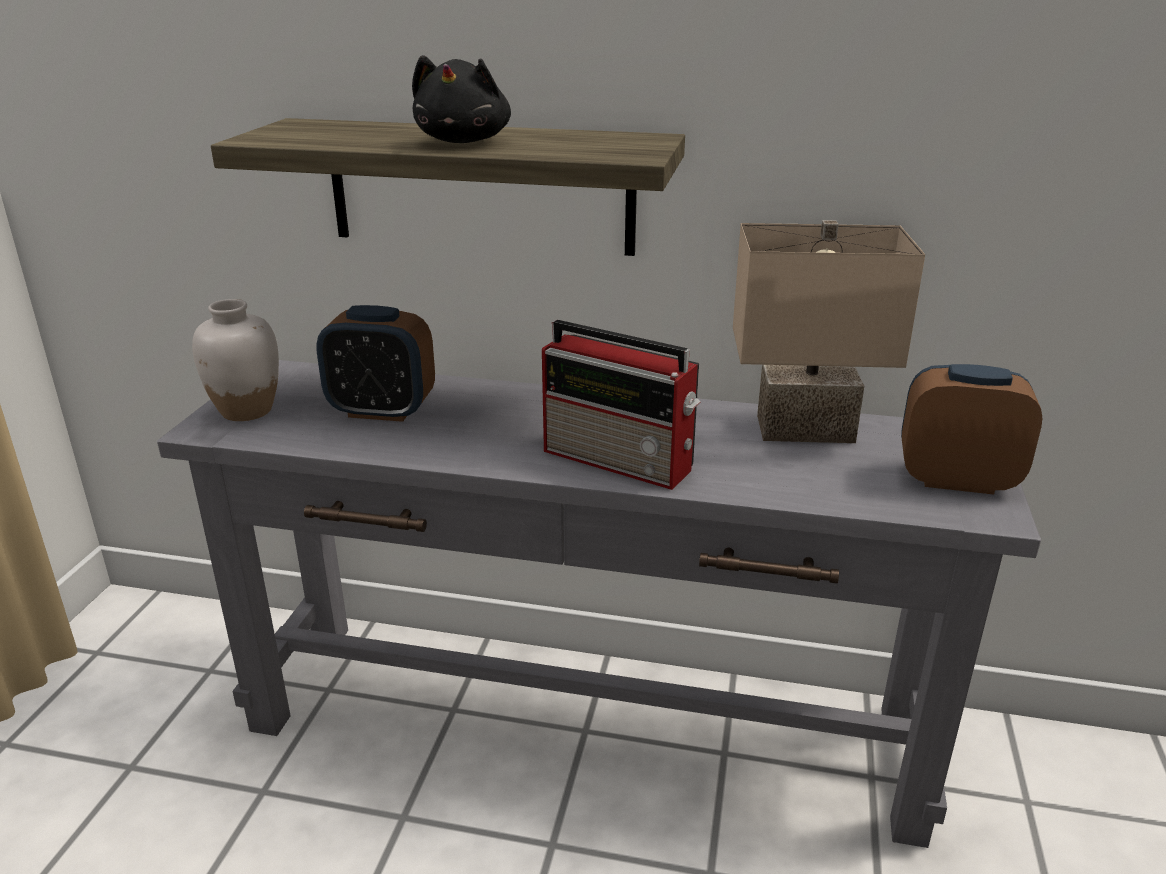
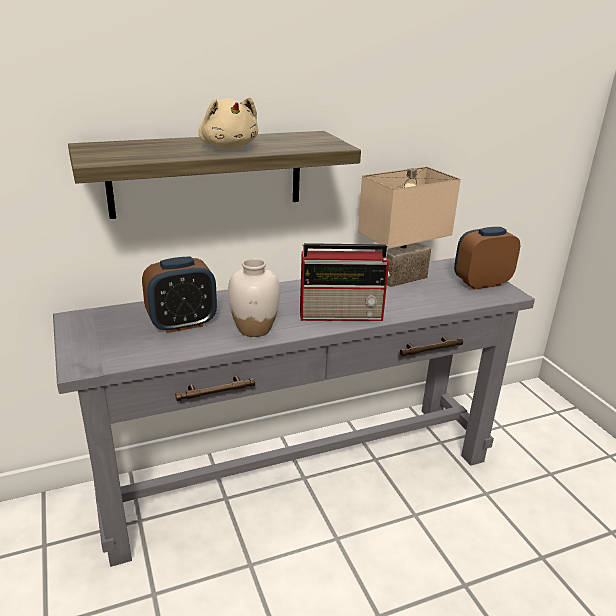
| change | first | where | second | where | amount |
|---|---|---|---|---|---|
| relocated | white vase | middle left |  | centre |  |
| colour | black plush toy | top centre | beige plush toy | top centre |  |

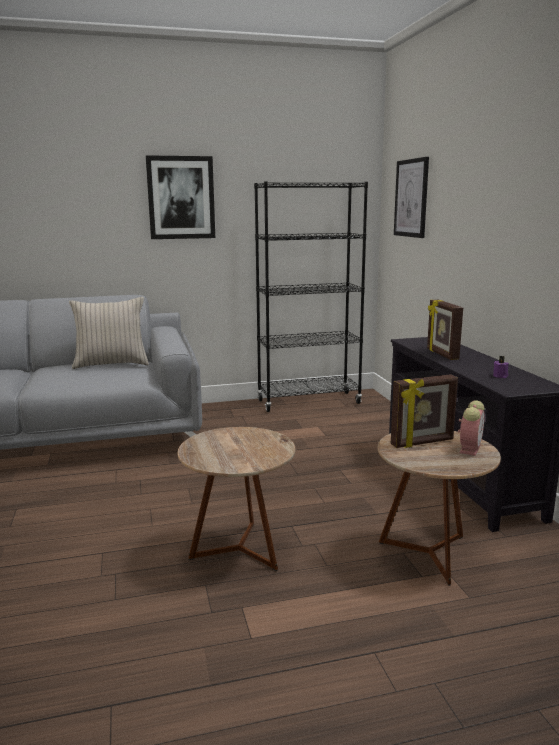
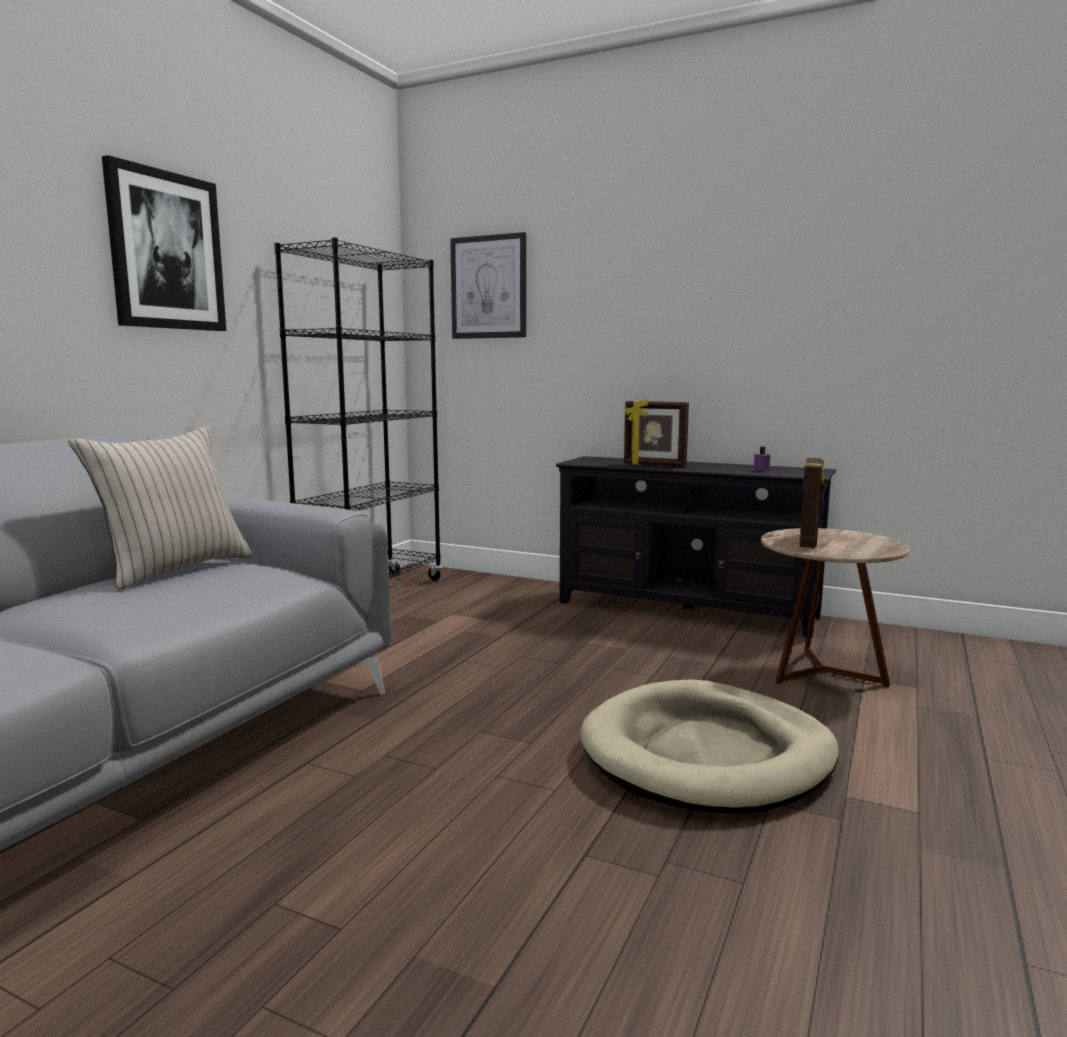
| change | first | where | second | where | amount |
|---|---|---|---|---|---|
| exchanged | brown side table (no. 1 from left) | bottom centre | beige dog bed | bottom centre |  |
| missing | alarm clock | middle right |  |  |  |

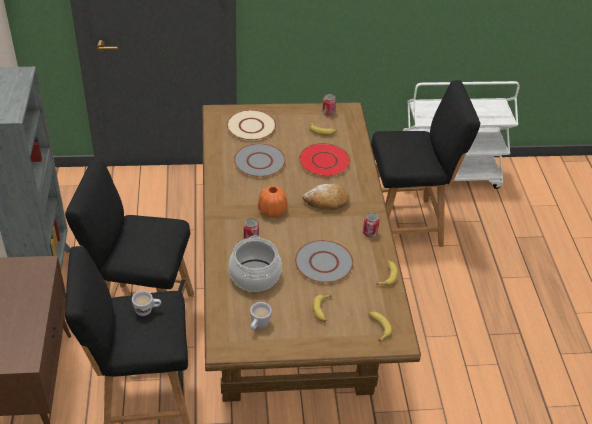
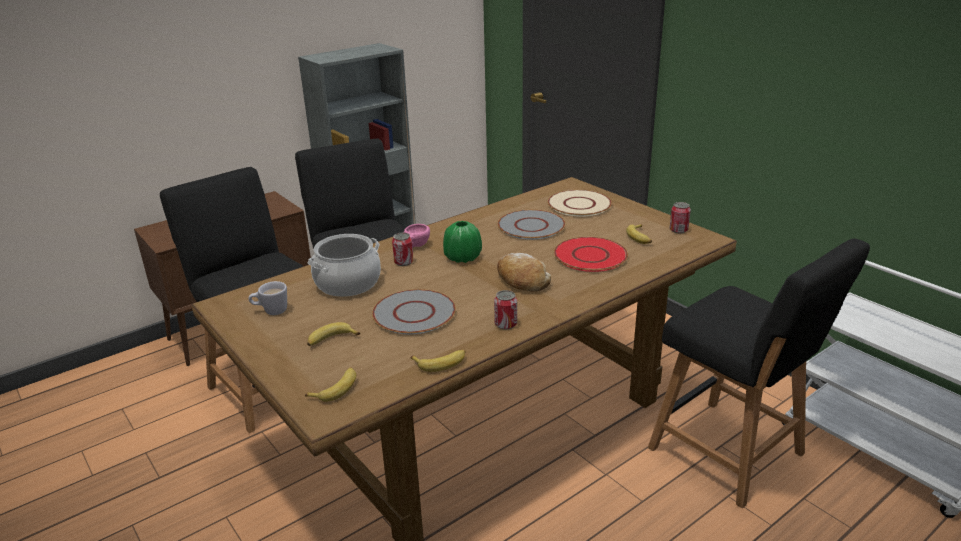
| change | first | where | second | where | amount |
|---|---|---|---|---|---|
| missing | white mug (no. 1 from left) | bottom left |  |  |  |
| colour | orange vase | centre | green vase | centre |  |
| appeared |  |  | pink cup | centre |  |

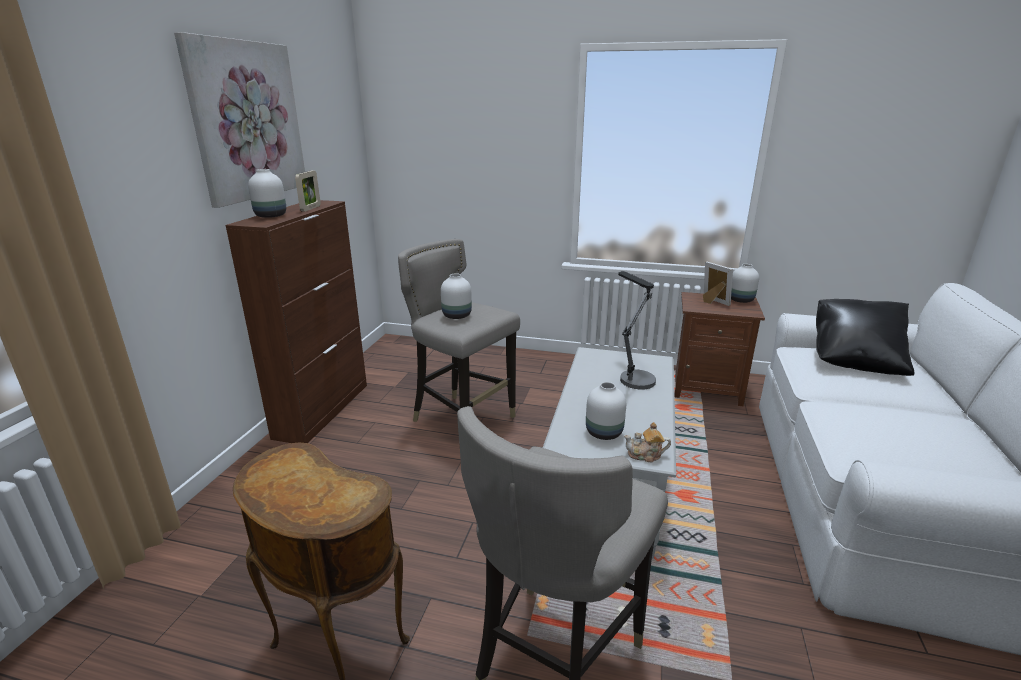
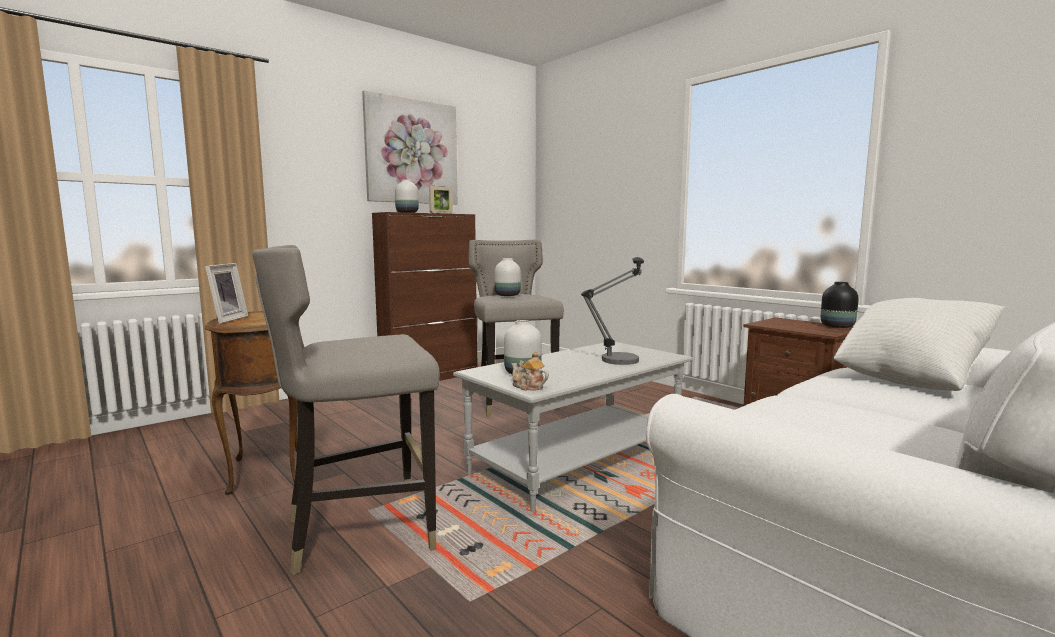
| change | first | where | second | where | amount |
|---|---|---|---|---|---|
| relocated | picture frame (no. 2 from left in the first image) | middle right | picture frame (no. 1 from left) | middle left |  |
| colour | white vase (no. 4 from left) | middle right | black vase | middle right |  |
| colour | black pillow | middle right | white pillow | middle right |  |

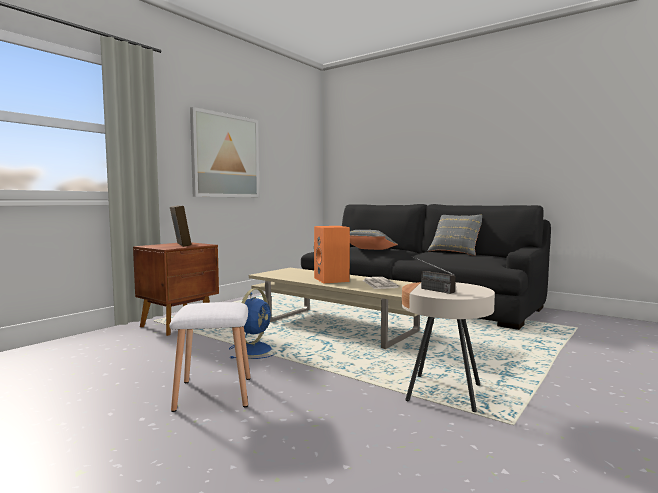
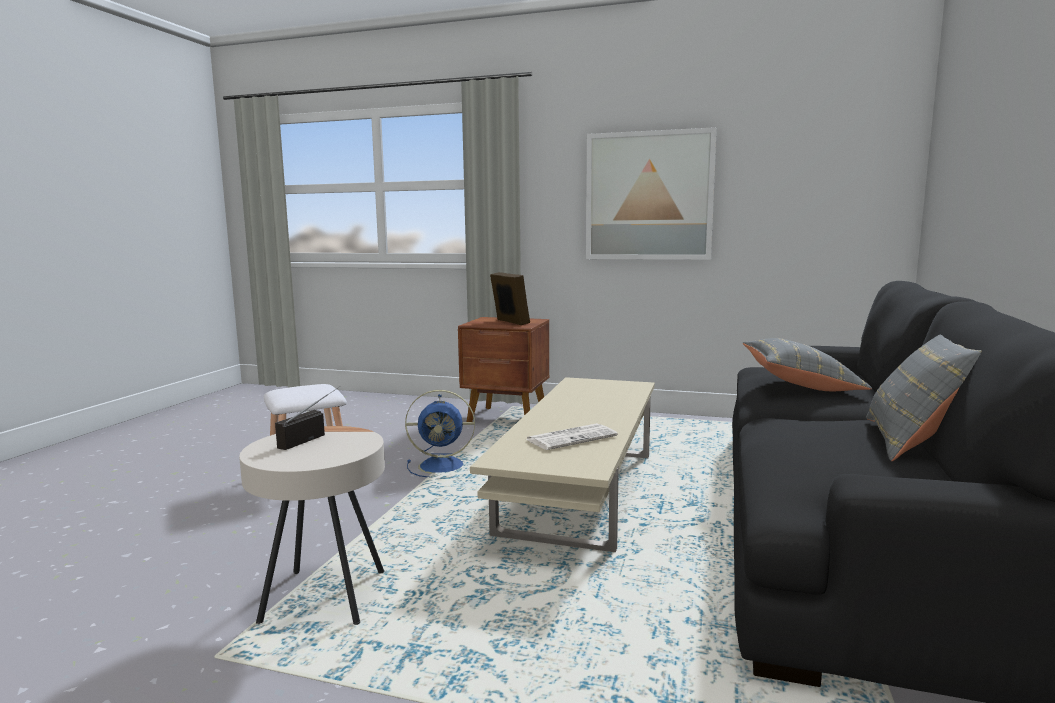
| change | first | where | second | where | amount |
|---|---|---|---|---|---|
| spun | picture frame | middle left |  | centre | 75 degrees counterclockwise |
| missing | orange speaker | centre |  |  |  |

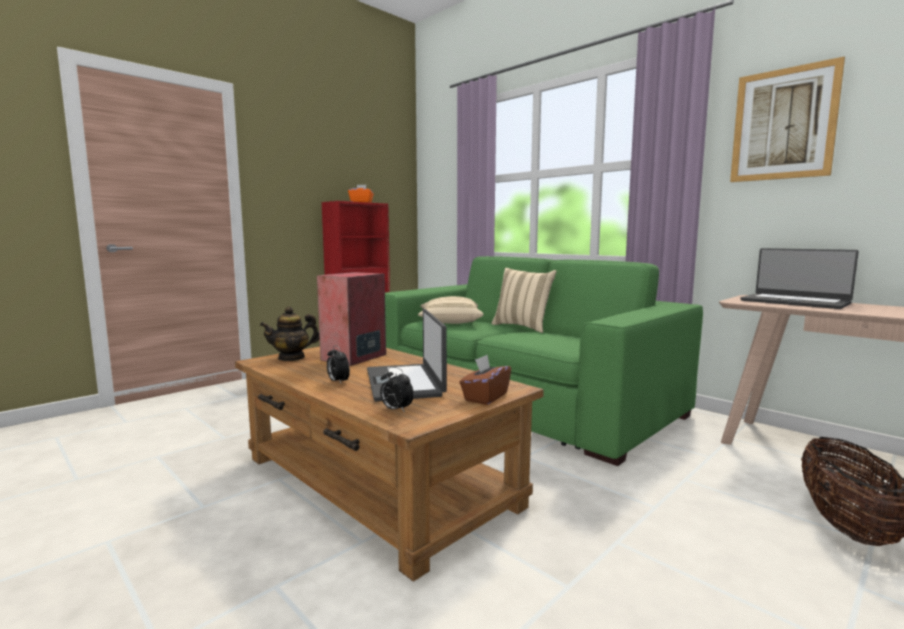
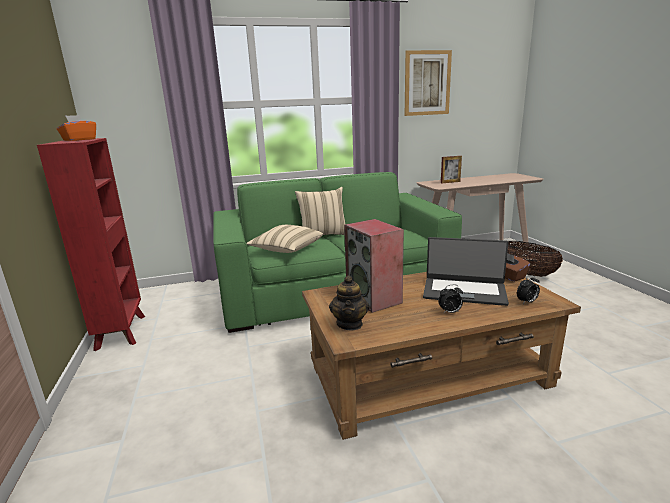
| change | first | where | second | where | amount |
|---|---|---|---|---|---|
| exchanged | laptop (no. 2 from left) | middle right | picture frame | middle right |  |

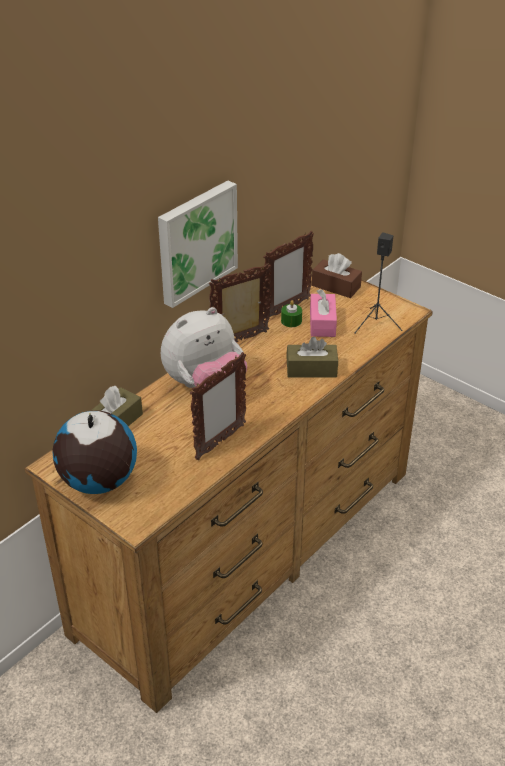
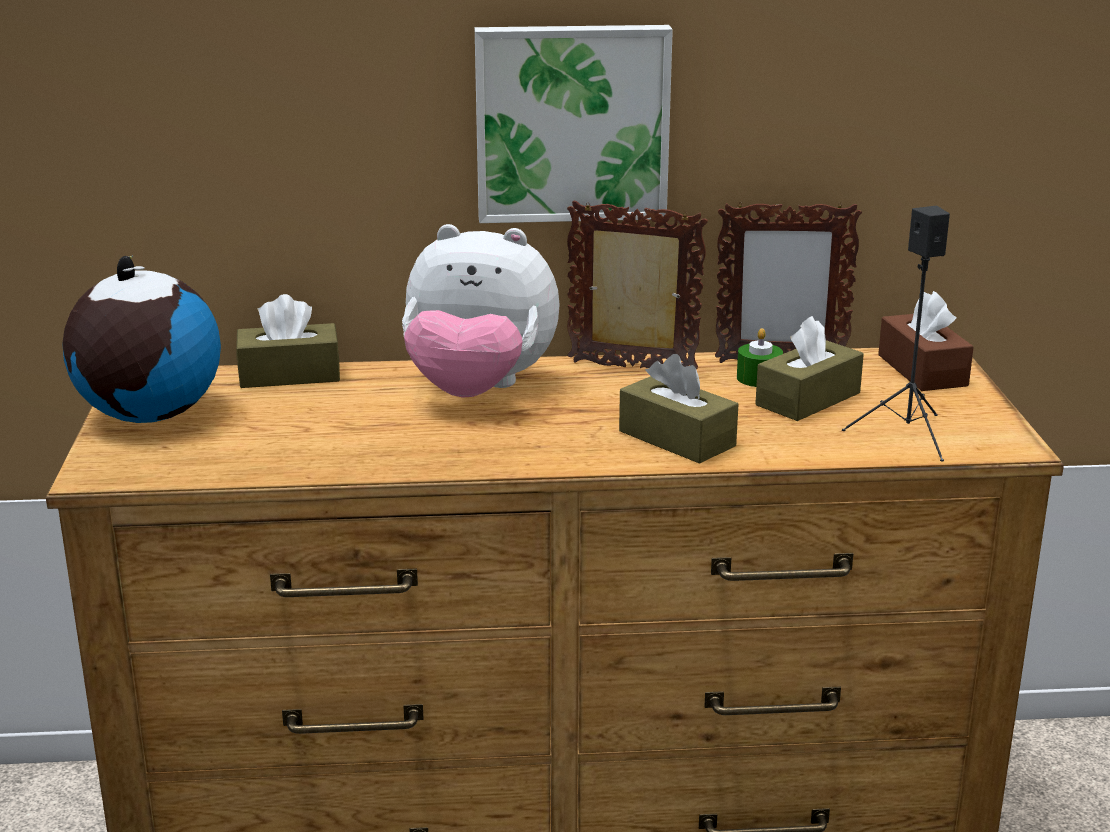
| change | first | where | second | where | amount |
|---|---|---|---|---|---|
| missing | picture frame (no. 1 from left) | centre |  |  |  |
| colour | pink tissue box | centre | brown tissue box (no. 3 from left) | middle right |  |

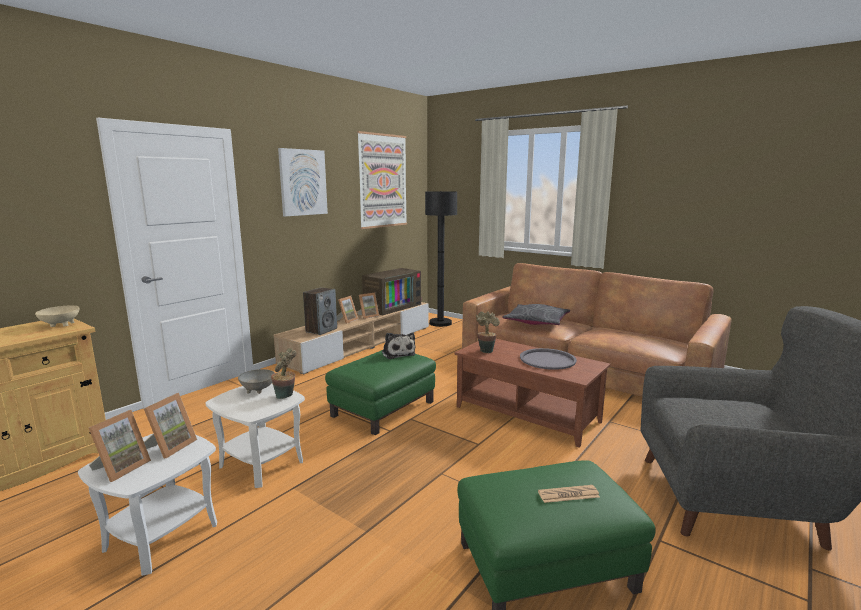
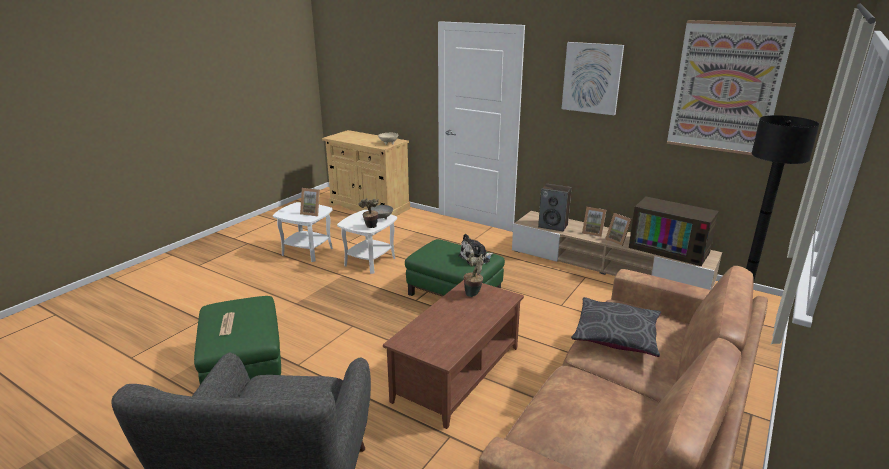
| change | first | where | second | where | amount |
|---|---|---|---|---|---|
| missing | picture frame (no. 1 from left) | bottom left |  |  |  |
| missing | grey tray | centre |  |  |  |

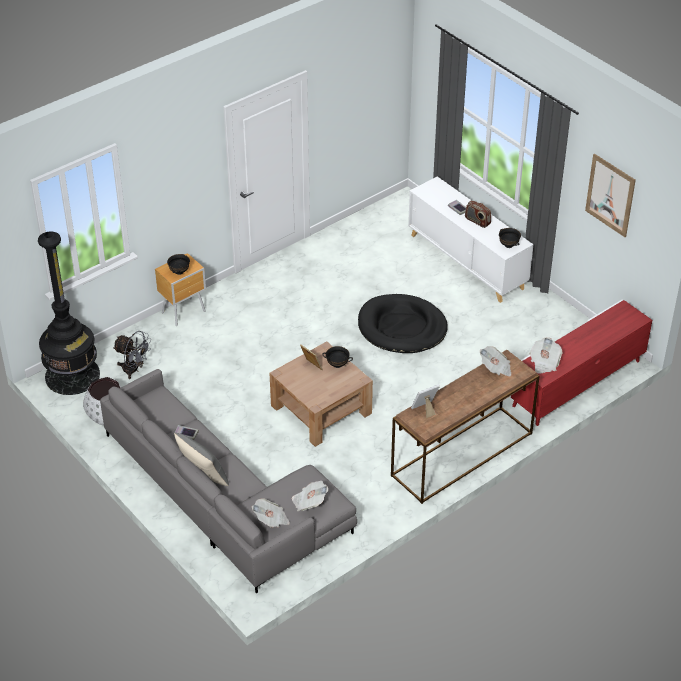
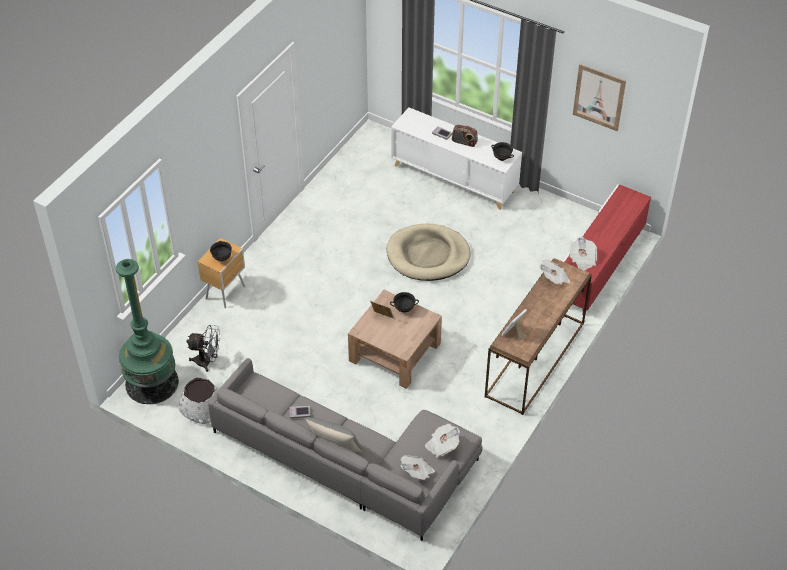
| change | first | where | second | where | amount |
|---|---|---|---|---|---|
| colour | black floor lamp | middle left | green floor lamp | middle left |  |
| colour | black dog bed | centre | beige dog bed | centre |  |

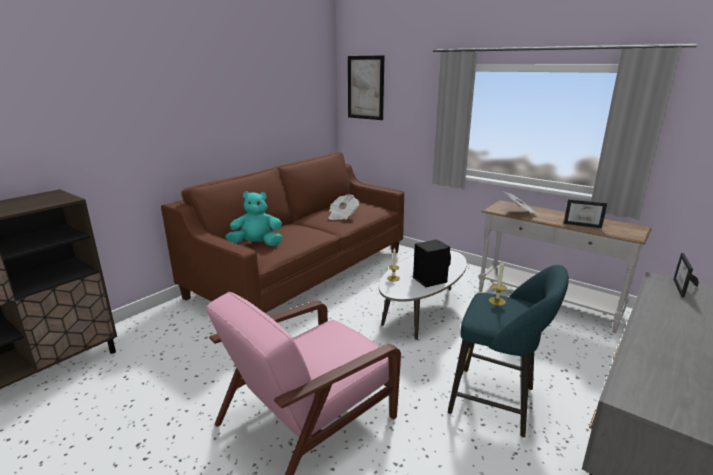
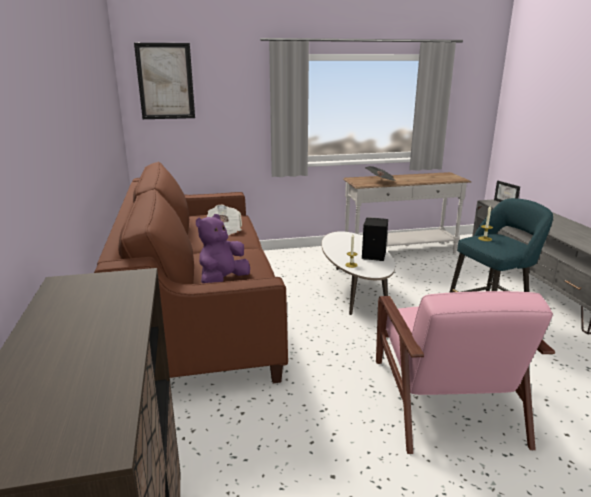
| change | first | where | second | where | amount |
|---|---|---|---|---|---|
| colour | turquoise plush toy | centre | purple plush toy | centre |  |
| missing | picture frame (no. 1 from left) | middle right |  |  |  |

